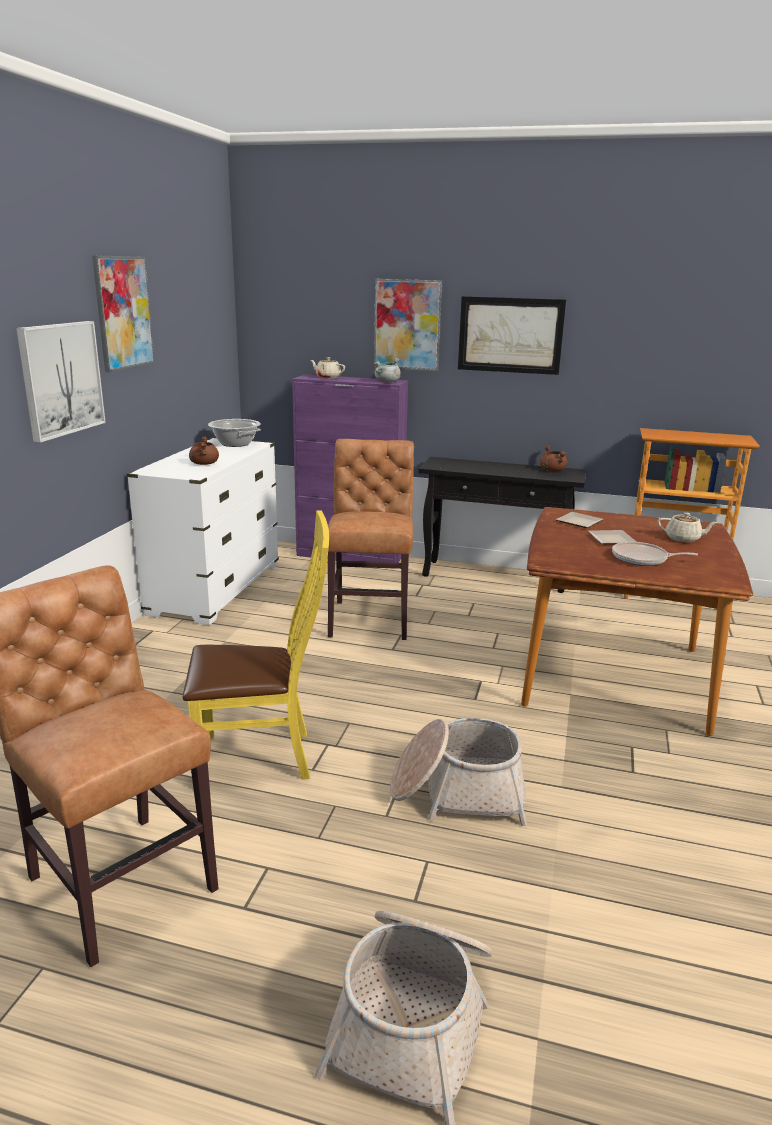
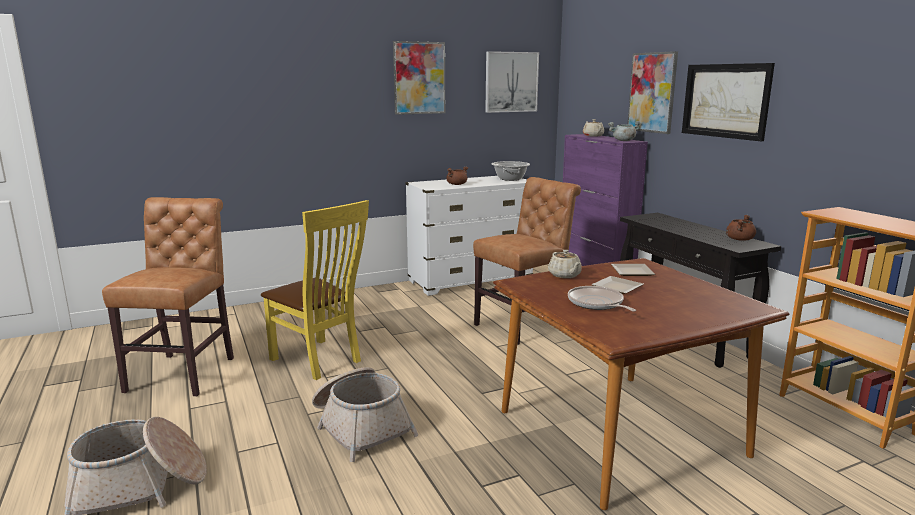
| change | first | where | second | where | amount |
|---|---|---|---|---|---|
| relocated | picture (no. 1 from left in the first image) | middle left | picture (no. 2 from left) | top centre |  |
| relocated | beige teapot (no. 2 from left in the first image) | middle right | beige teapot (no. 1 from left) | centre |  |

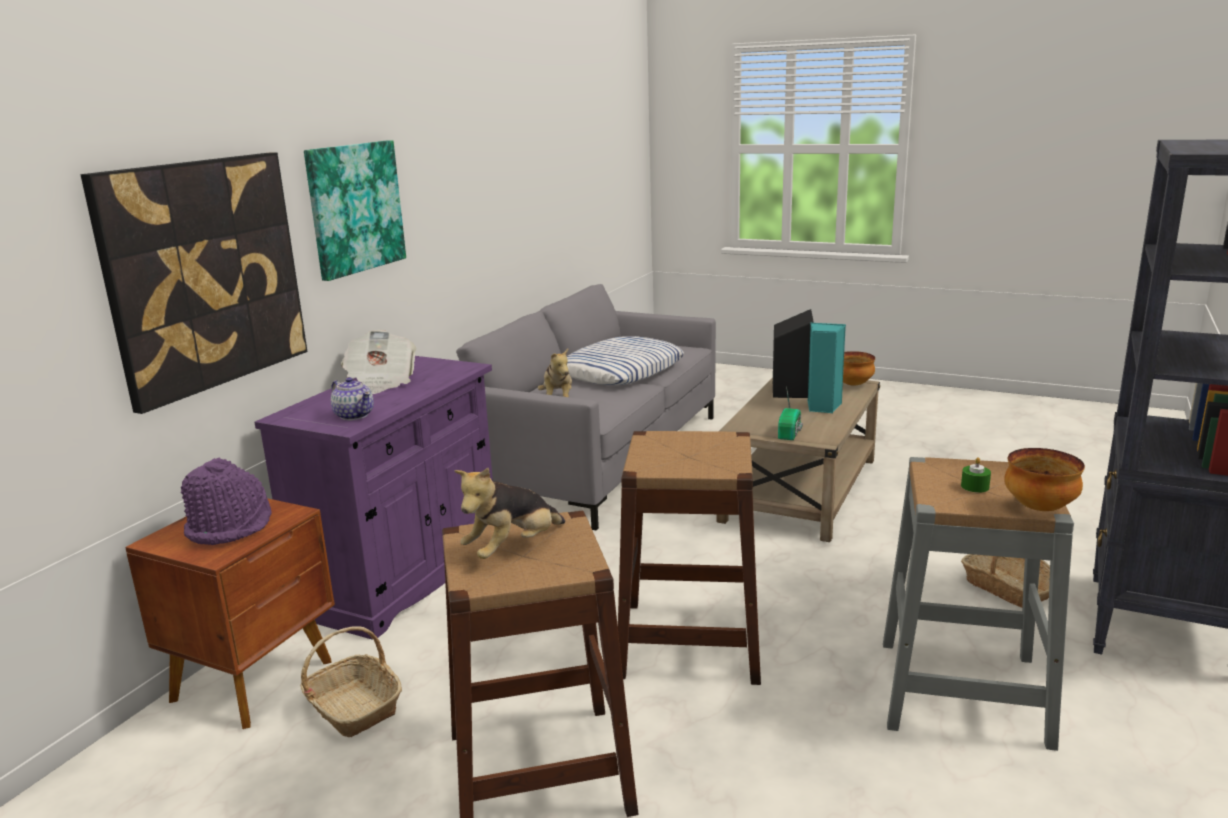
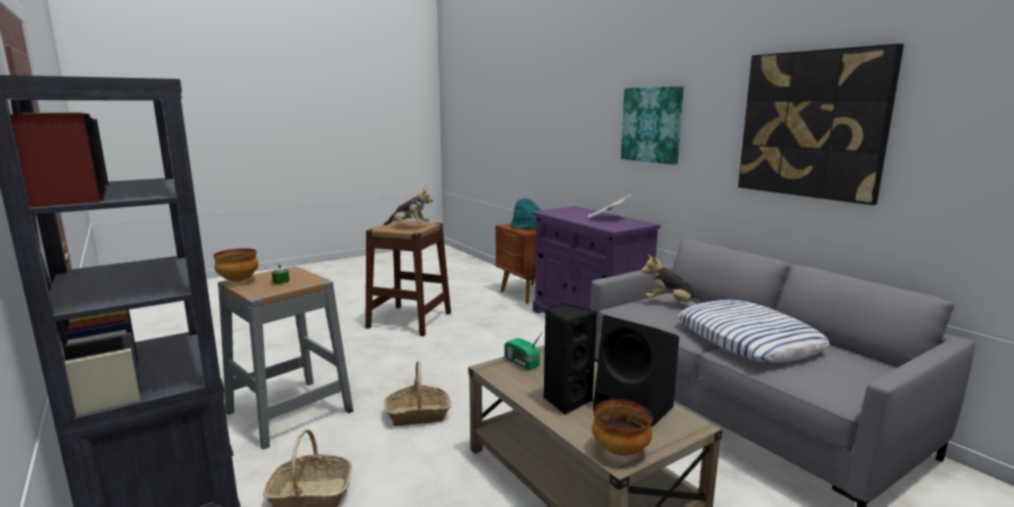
| change | first | where | second | where | amount |
|---|---|---|---|---|---|
| relocated | picture (no. 1 from left in the first image) | middle left | picture (no. 2 from left) | top right |  |
| colour | purple hat | middle left | turquoise hat | centre |  |
| relocated | basket (no. 1 from left in the first image) | bottom left | basket (no. 2 from left) | bottom centre |  |
| missing | teapot | middle left |  |  |  |
| spun | plush toy (no. 1 from left) | centre |  | centre | 120 degrees clockwise |
| missing | brown stool (no. 2 from left) | bottom centre |  |  |  |
| colour | turquoise speaker | middle right | black speaker (no. 1 from left) | bottom centre |  |

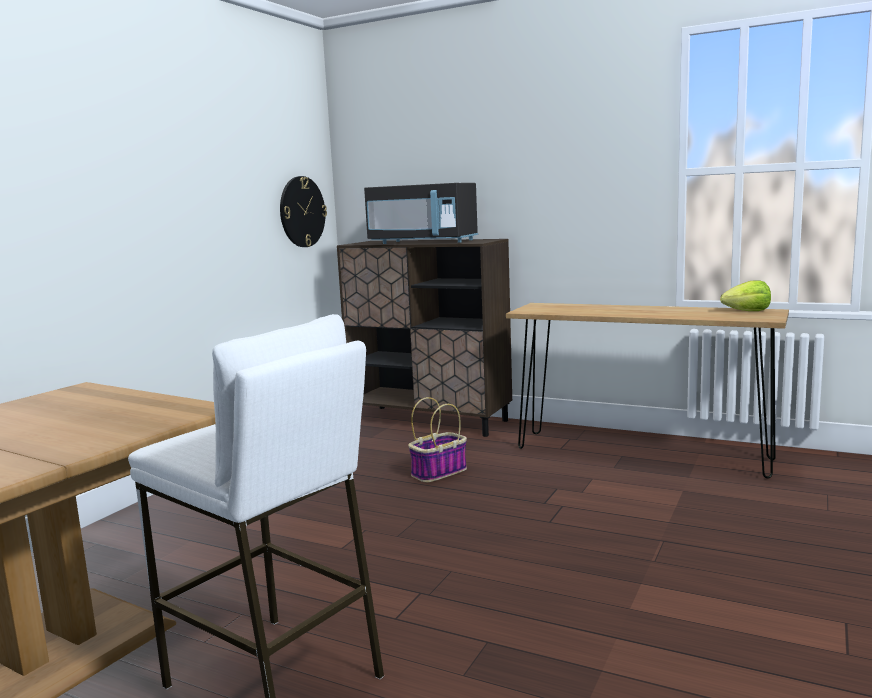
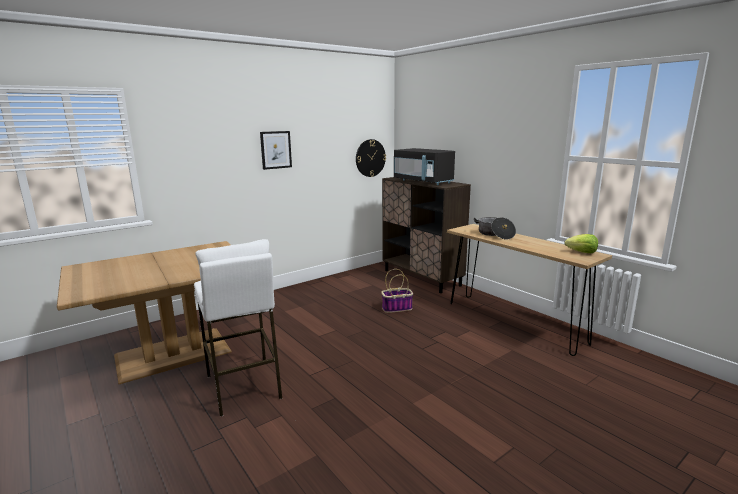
| change | first | where | second | where | amount |
|---|---|---|---|---|---|
| appeared |  |  | picture | top centre |  |
| appeared |  |  | cooking pot | middle right |  |

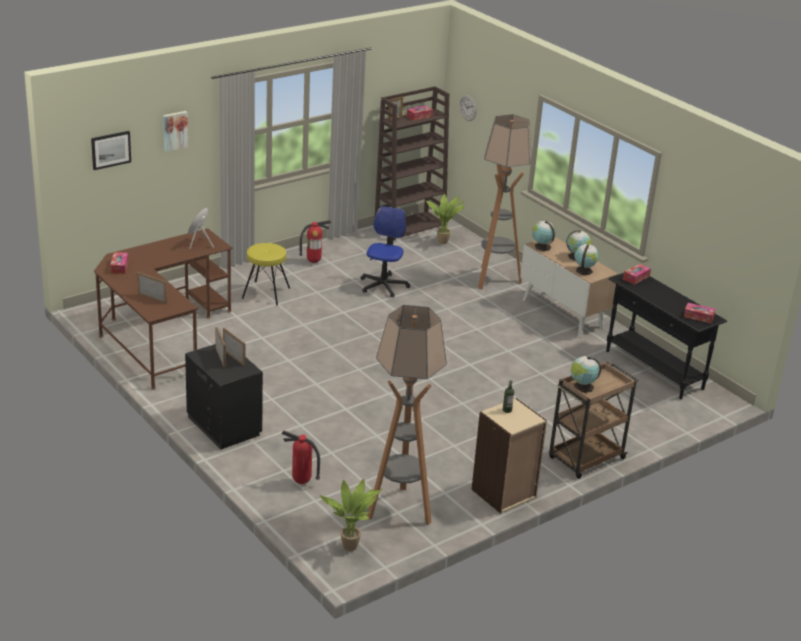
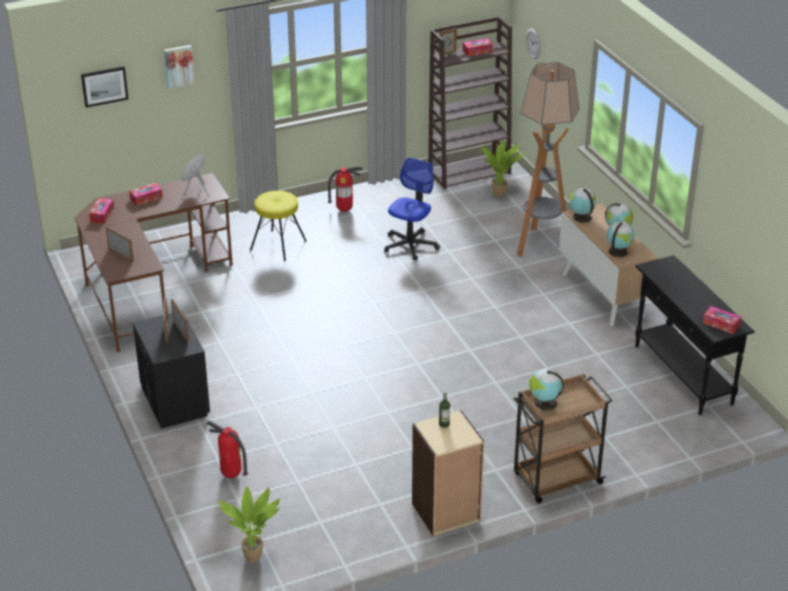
| change | first | where | second | where | amount |
|---|---|---|---|---|---|
| missing | floor lamp (no. 1 from left) | centre |  |  |  |
| relocated | tissue box (no. 3 from left in the first image) | middle right | tissue box (no. 2 from left) | top left |  |

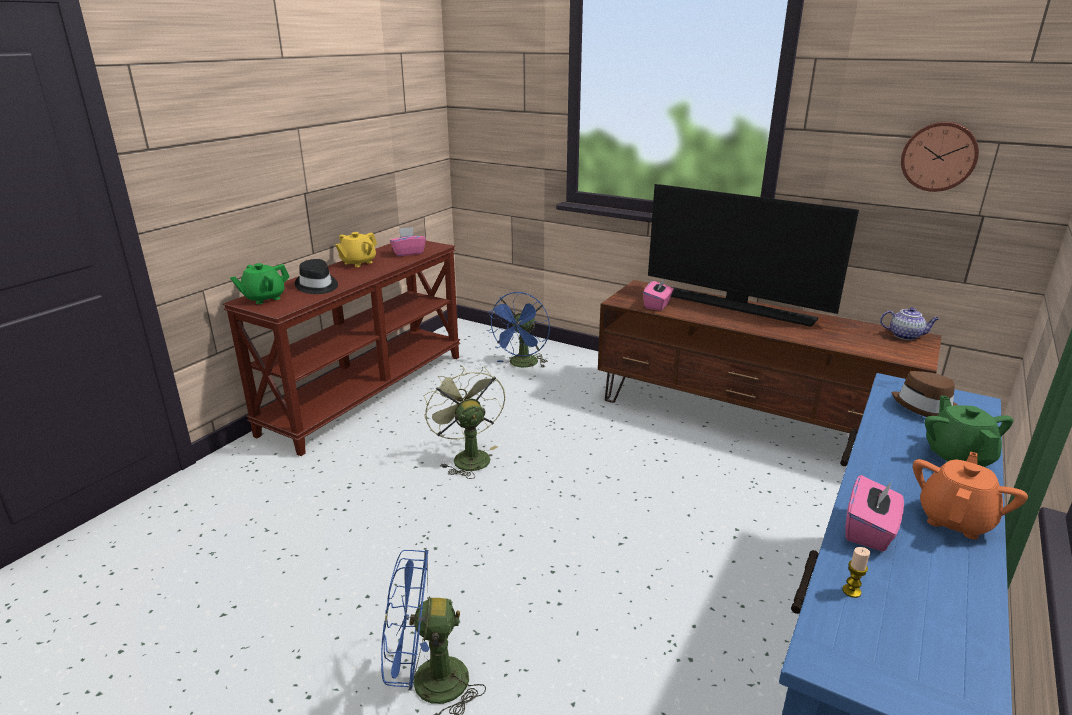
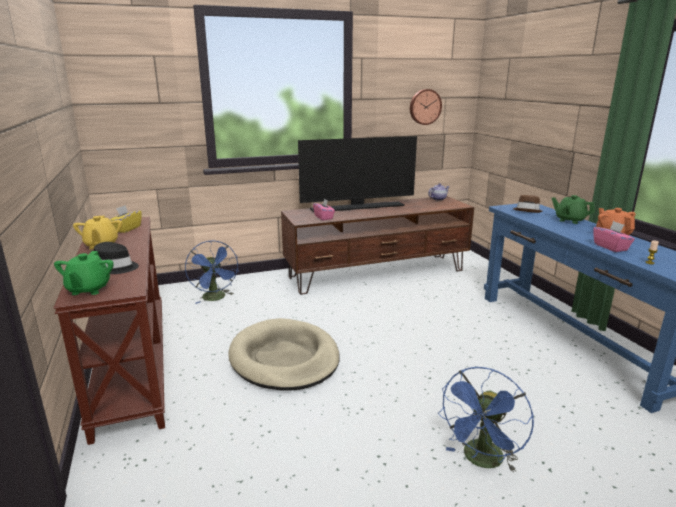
| change | first | where | second | where | amount |
|---|---|---|---|---|---|
| colour | pink tissue box (no. 1 from left) | centre | yellow tissue box | middle left |  |
| exchanged | green fan | centre | beige dog bed | bottom centre |  |

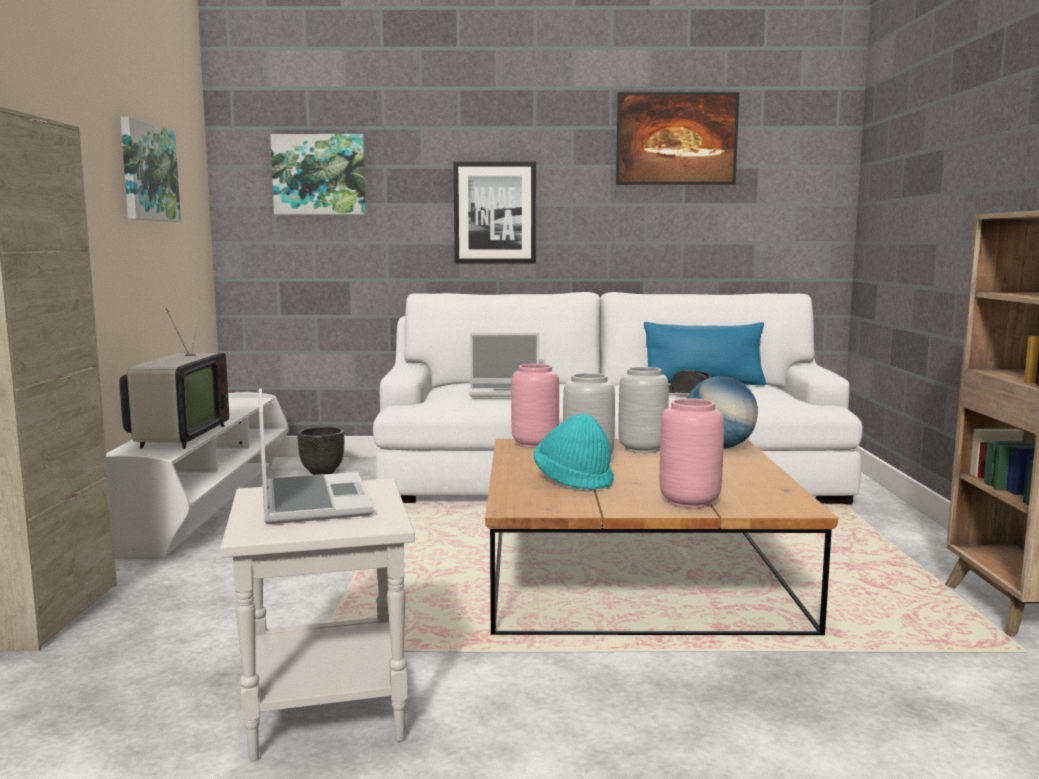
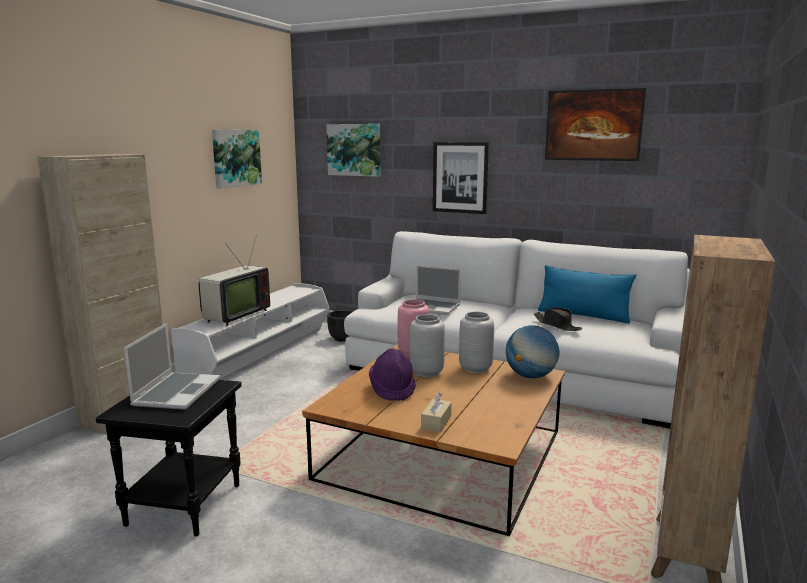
| change | first | where | second | where | amount |
|---|---|---|---|---|---|
| colour | white side table | bottom left | black side table | bottom left |  |
| colour | turquoise hat | centre | purple hat | centre |  |
| exchanged | pink vase (no. 2 from left) | centre | beige tissue box | bottom centre |  |

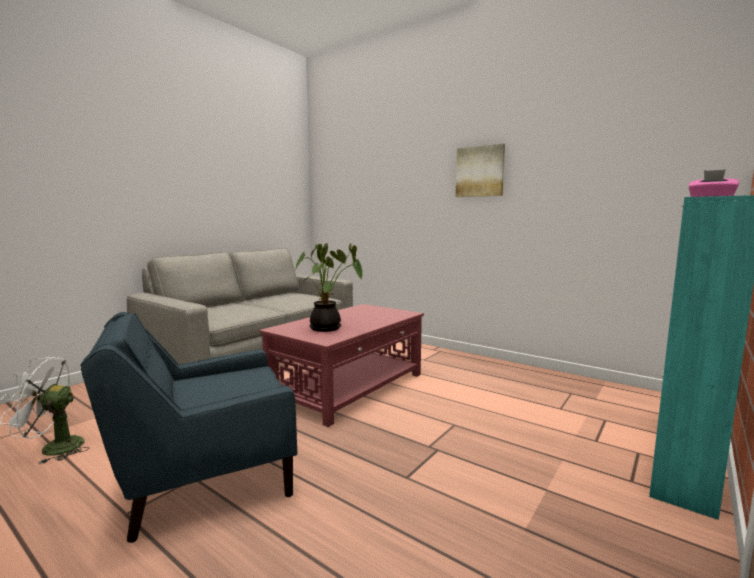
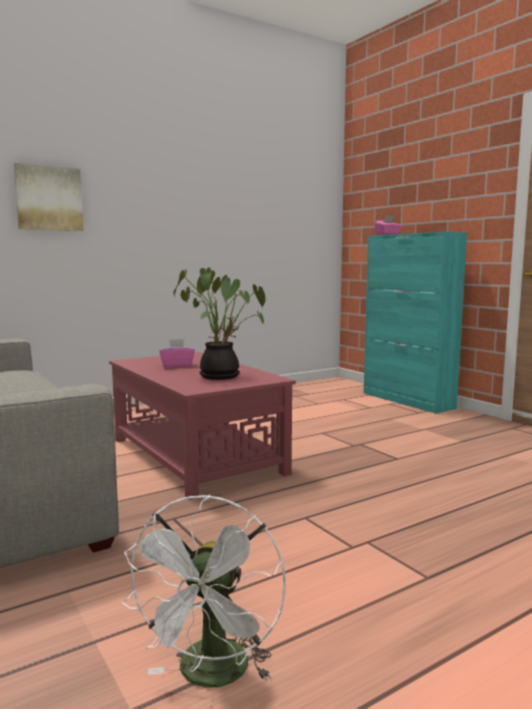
| change | first | where | second | where | amount |
|---|---|---|---|---|---|
| missing | blue armchair | bottom left |  |  |  |
| relocated | picture | top centre |  | top left |  |
| appeared |  |  | pink tissue box (no. 1 from left) | middle left |  |

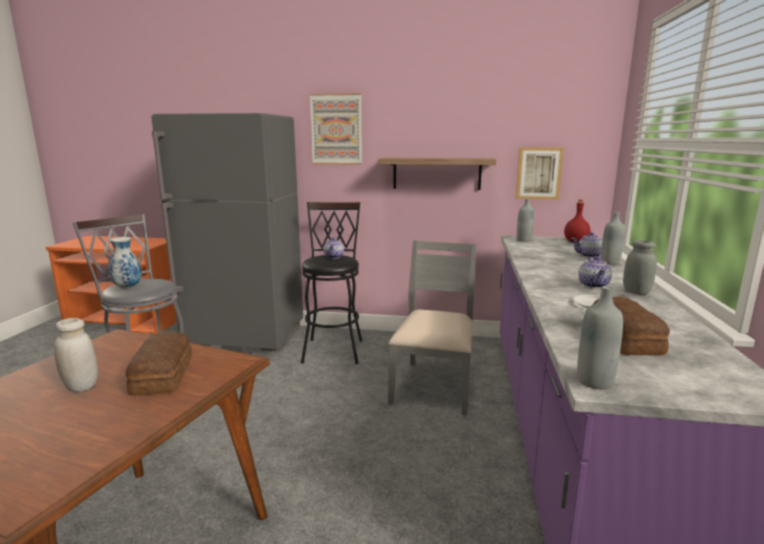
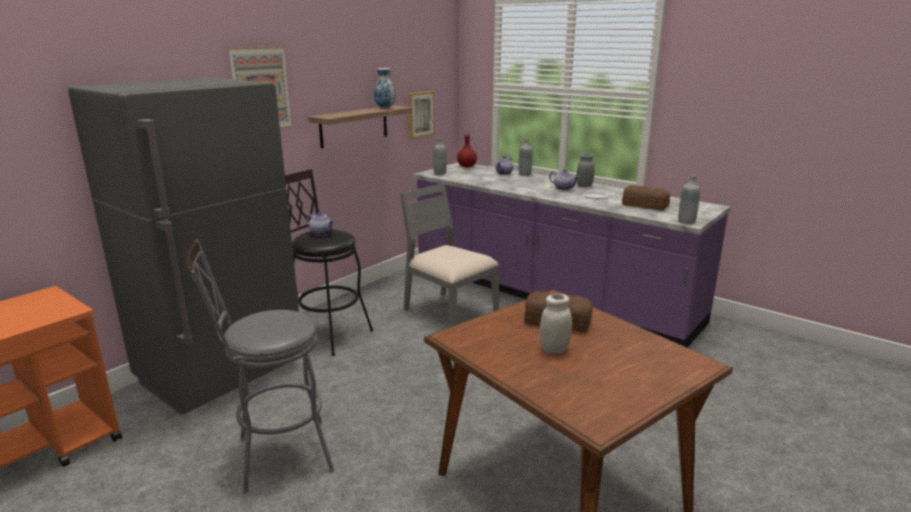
| change | first | where | second | where | amount |
|---|---|---|---|---|---|
| relocated | vase | middle left |  | top centre |  |

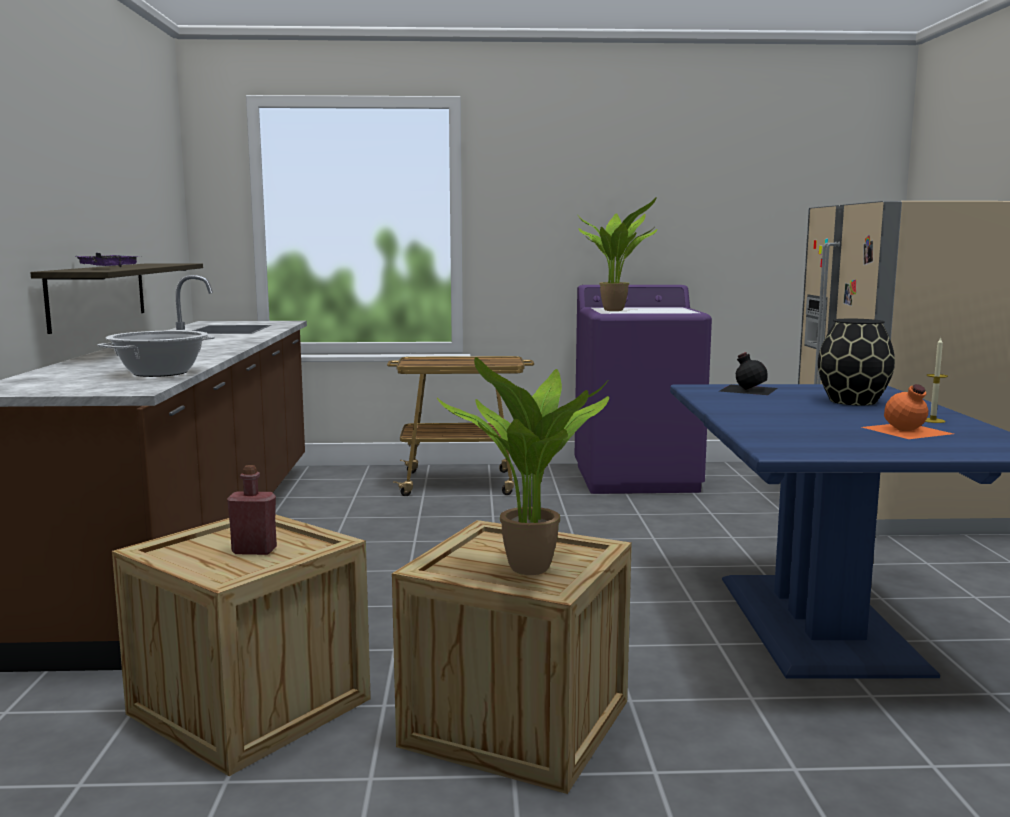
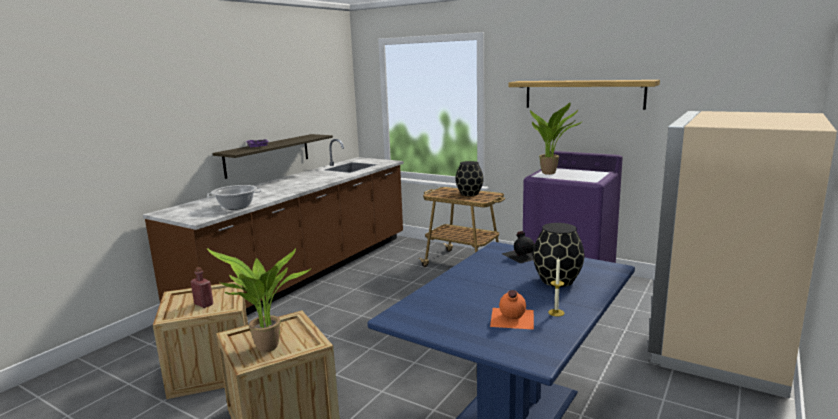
| change | first | where | second | where | amount |
|---|---|---|---|---|---|
| appeared |  |  | black vase (no. 1 from left) | centre |  |
| appeared |  |  | shelf (no. 2 from left) | top right |  |

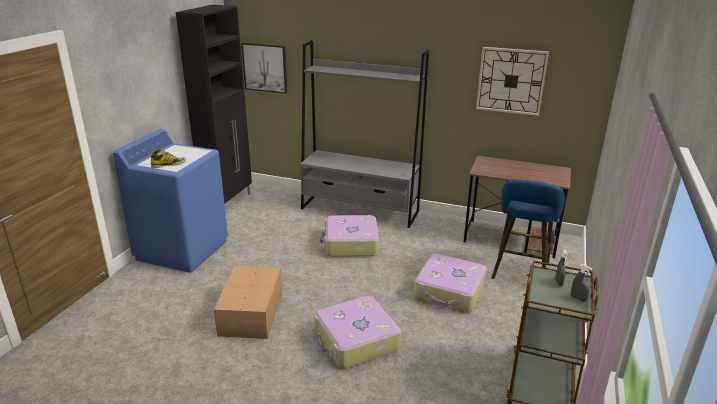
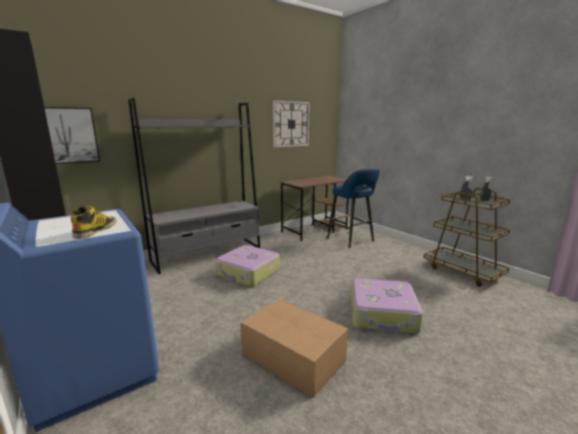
| change | first | where | second | where | amount |
|---|---|---|---|---|---|
| missing | suitcase (no. 3 from left) | bottom centre |  |  |  |

